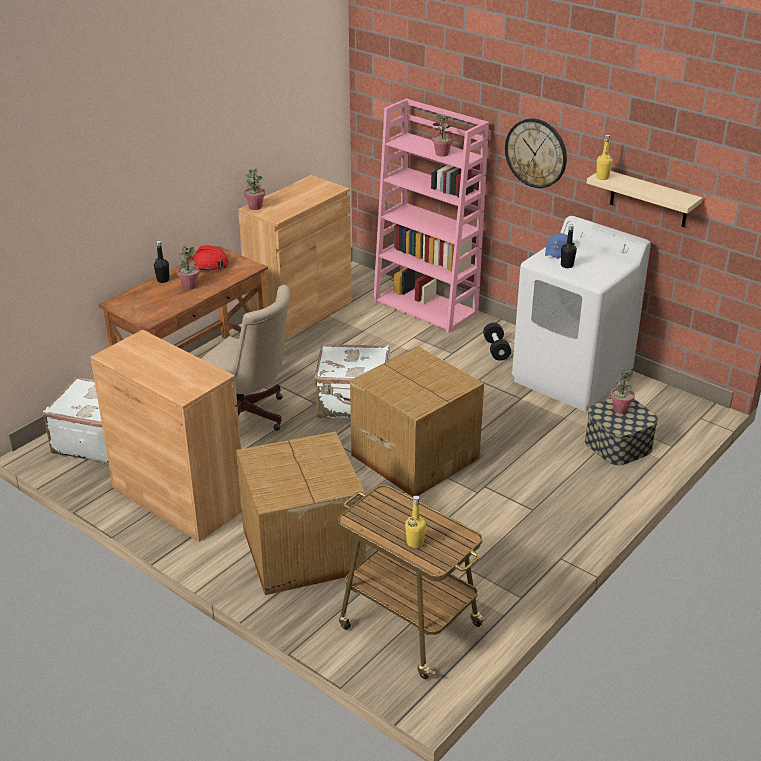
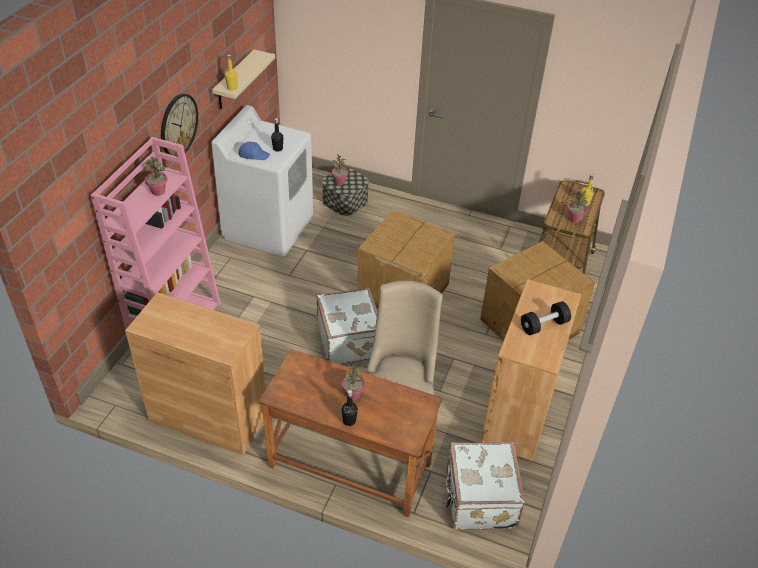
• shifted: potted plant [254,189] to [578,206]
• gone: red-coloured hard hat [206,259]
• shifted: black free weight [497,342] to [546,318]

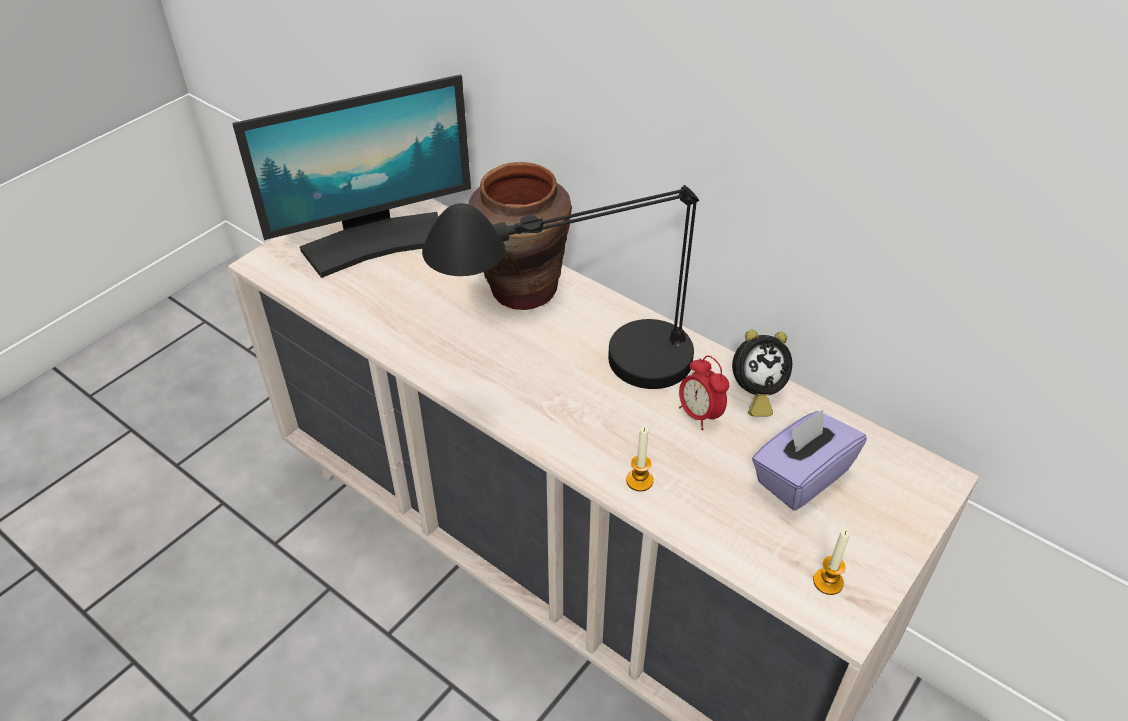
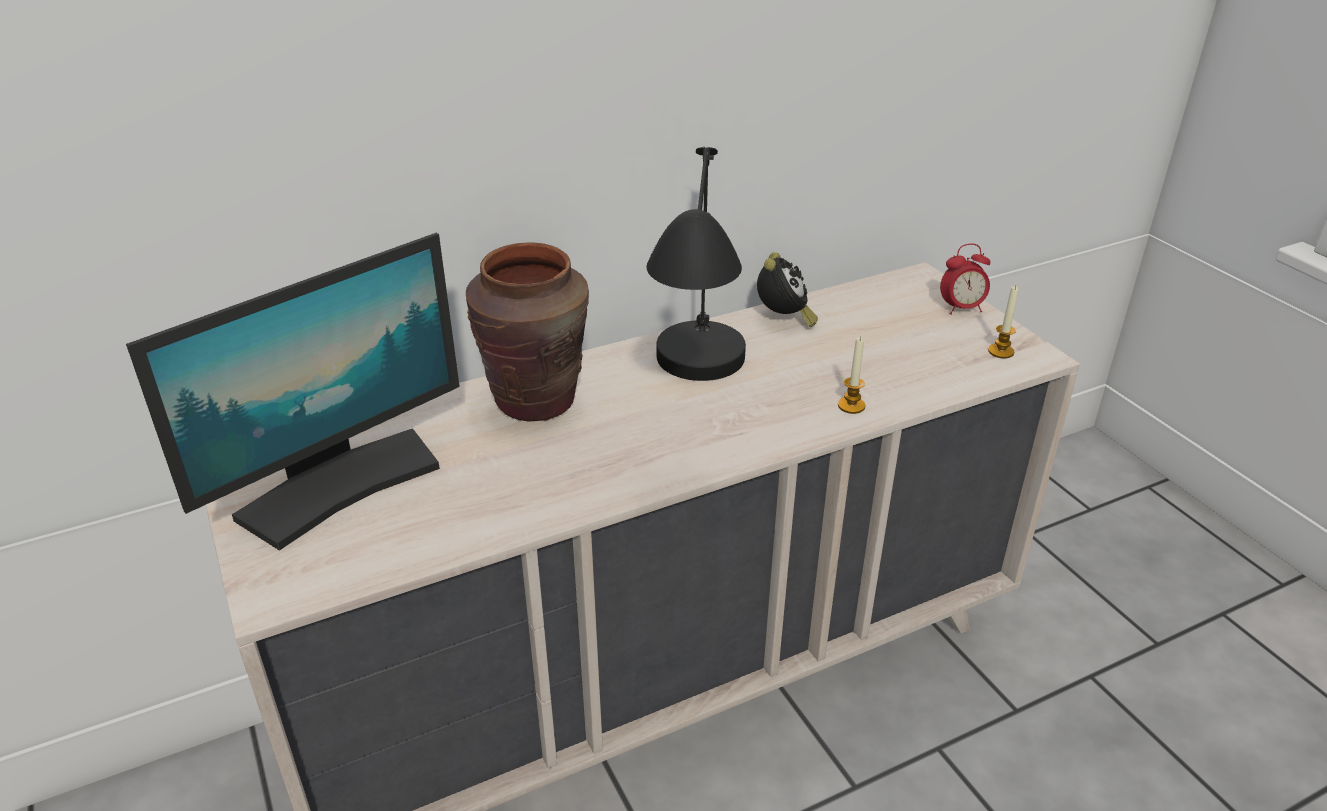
• rotated: monitor [351,176] = [293,392] 45 degrees clockwise
• shifted: bedside clock [704,393] to [965,279]
• gone: purple tissue holder [809,460]

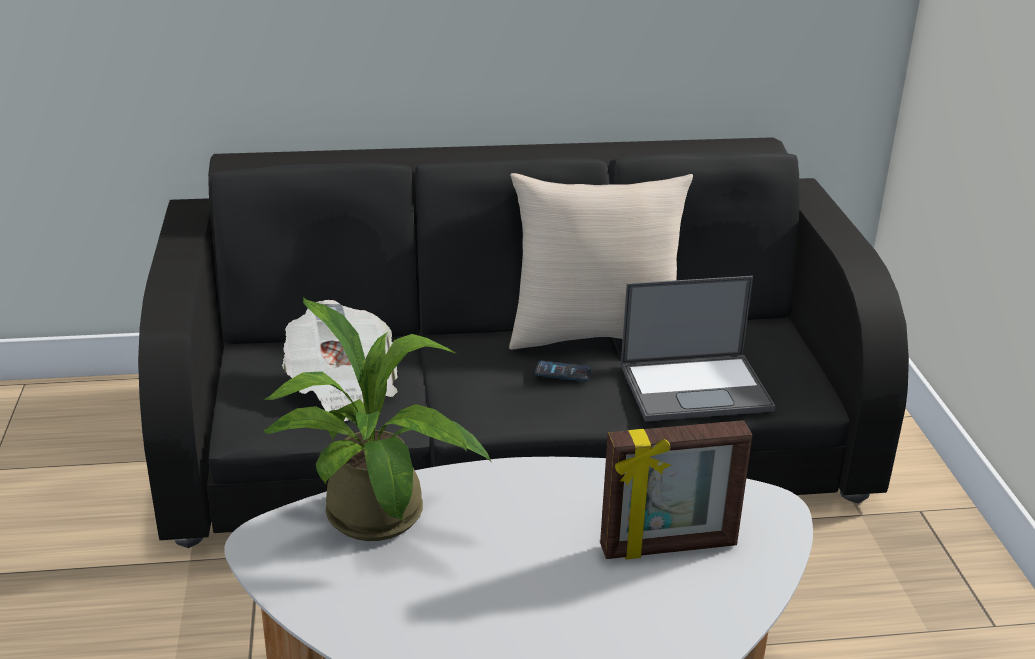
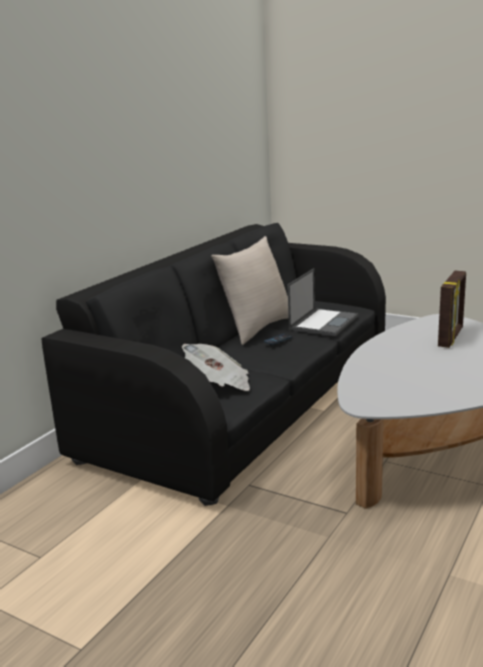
• gone: potted plant [377,419]

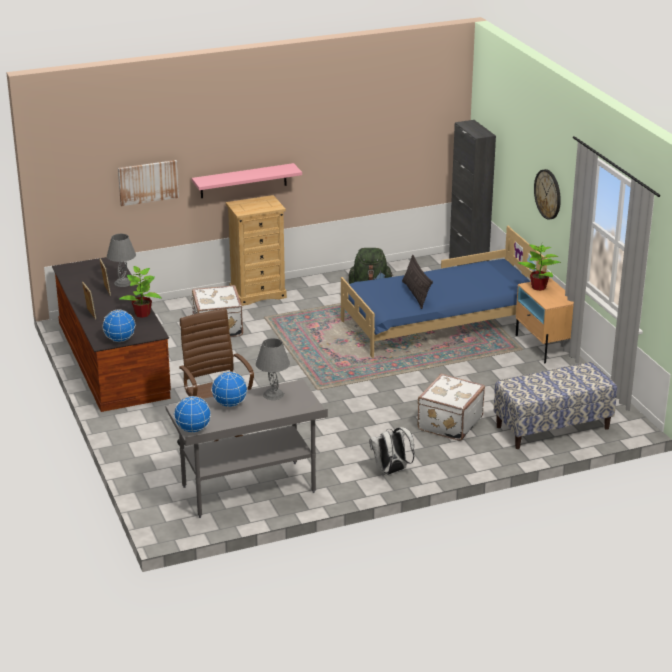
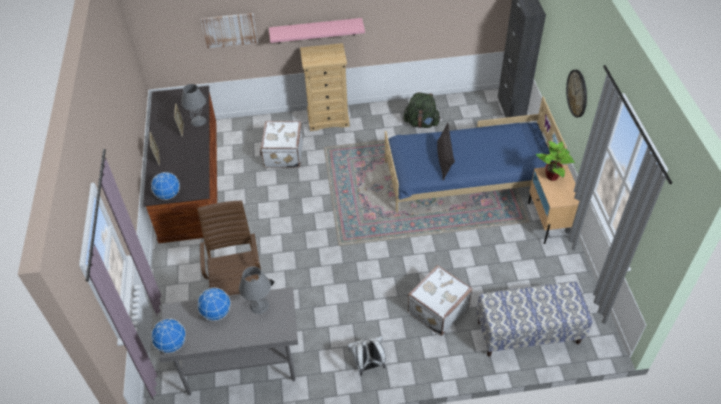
• gone: potted plant [140,292]

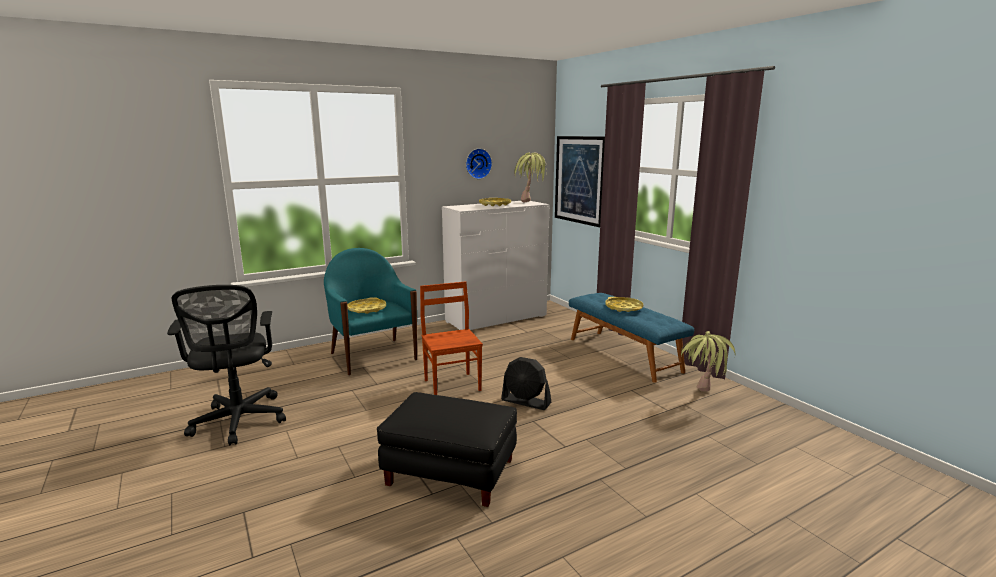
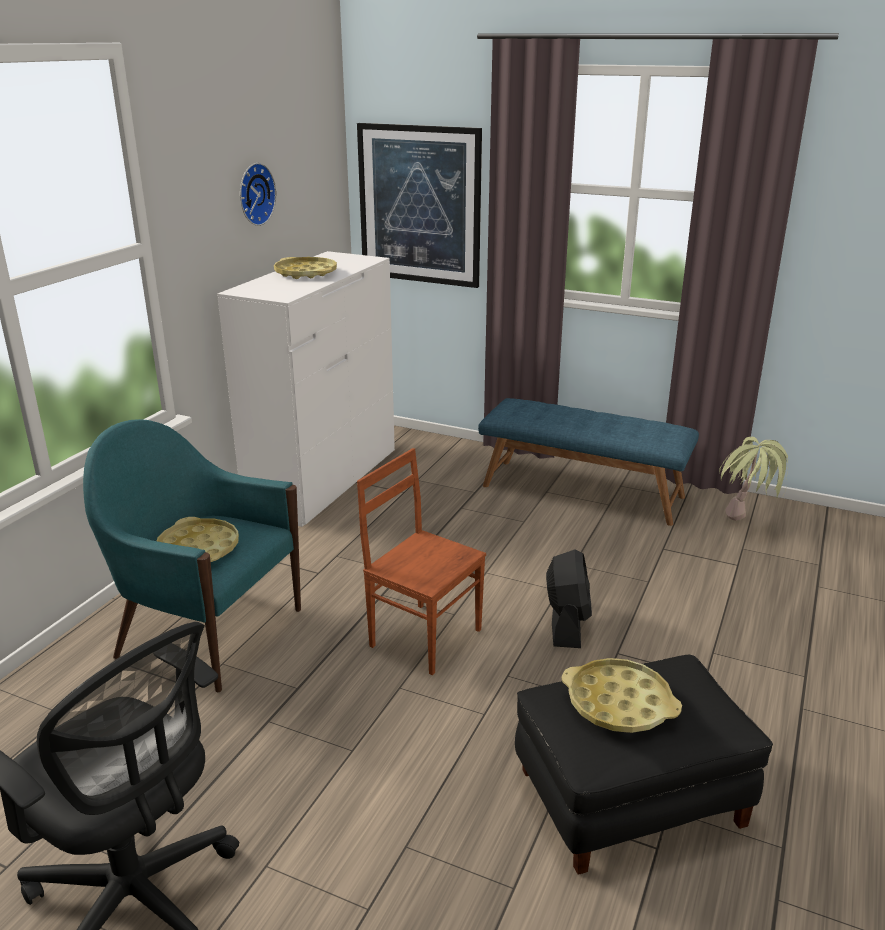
• gone: potted plant [530,178]
• shifted: yellow-coloured carrying tray [624,304] to [622,695]
• rotated: black electric fan [526,383] = [569,598] 75 degrees counterclockwise

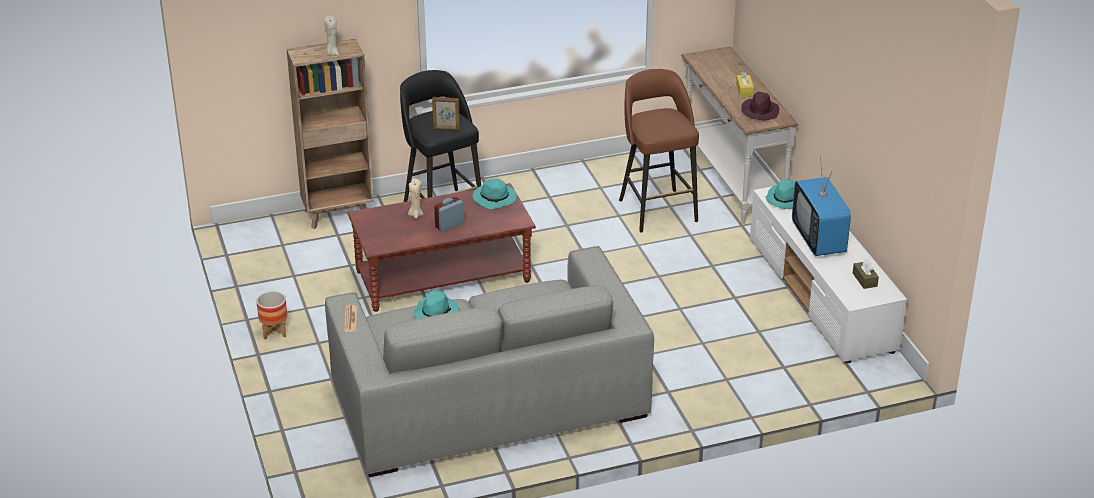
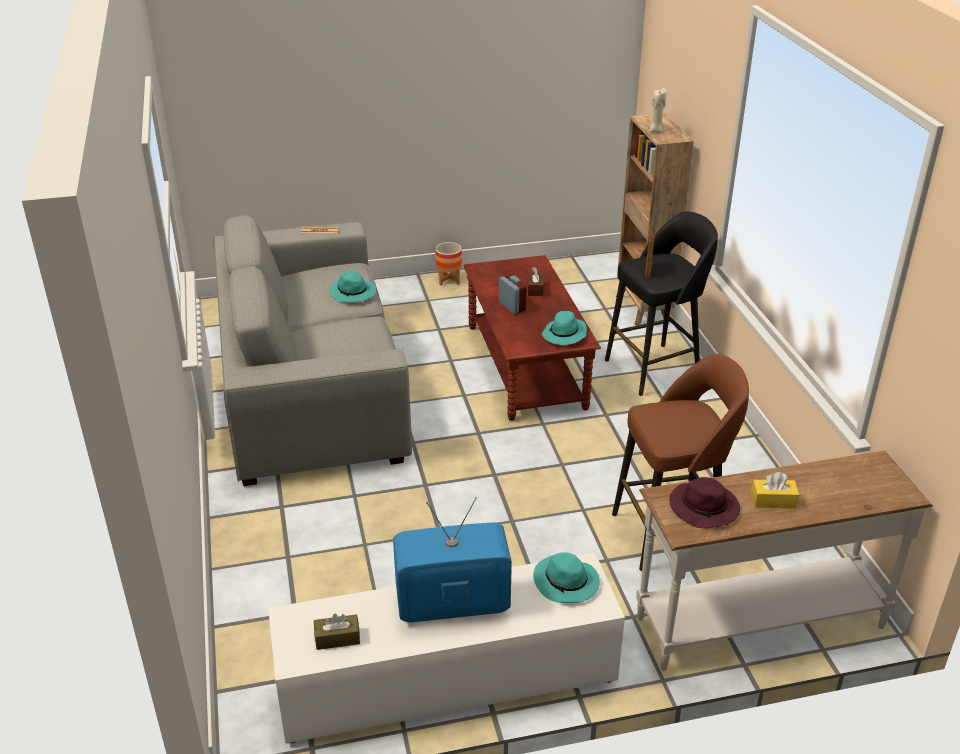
• swapped: beige-coloured wax light [416,199] to brownish tissue holder [536,281]

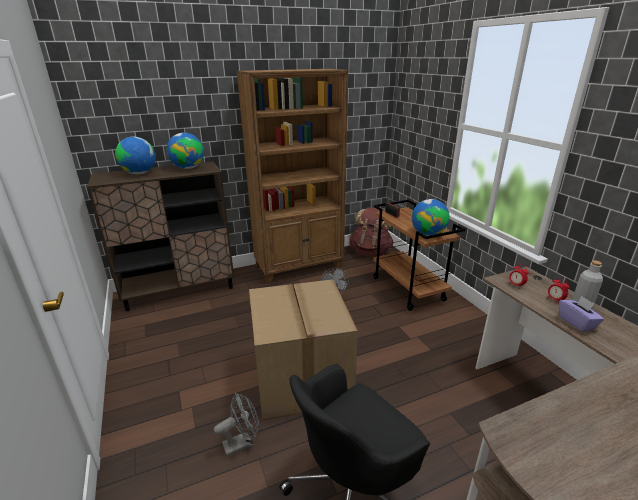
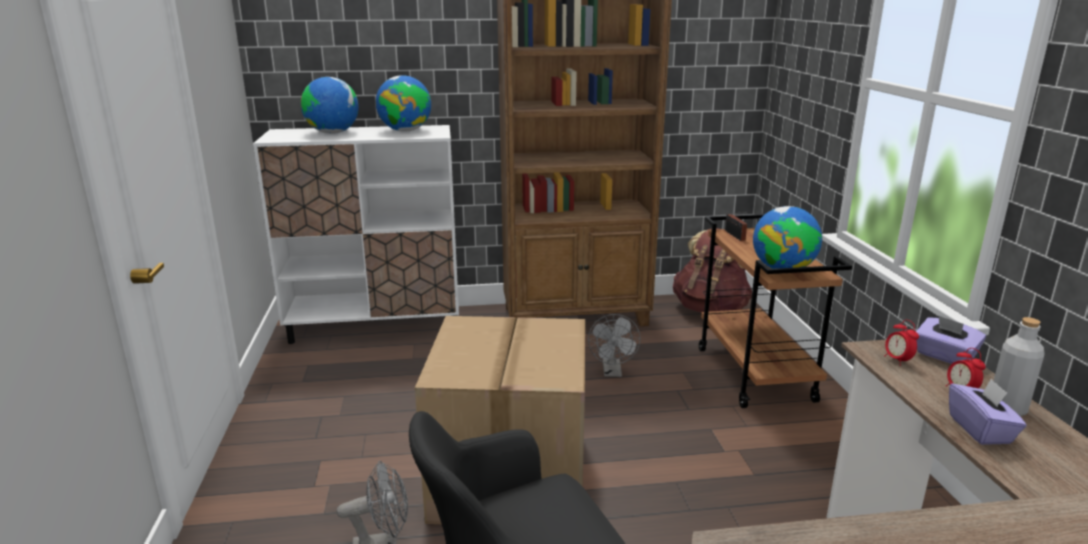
• repainted: brownish cabinet [160,236] to white-coloured cabinet [356,234]
• new: purple tissue holder [951,340]

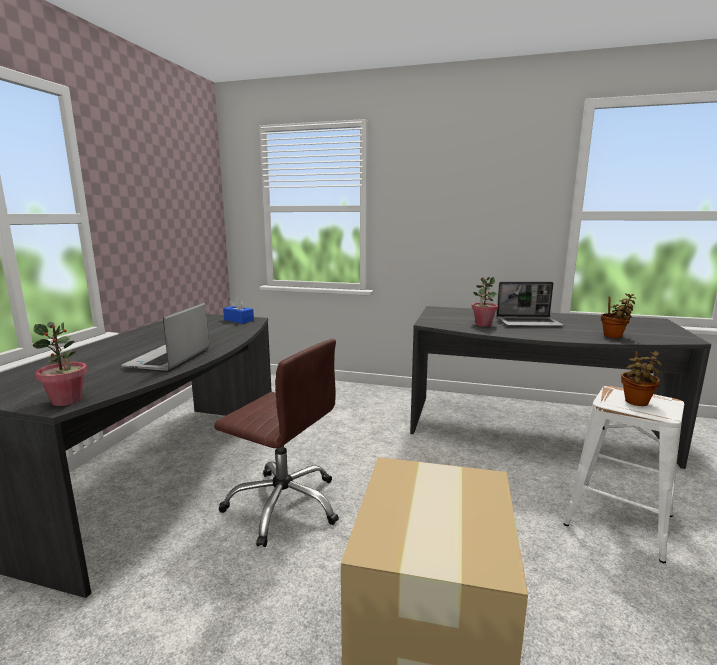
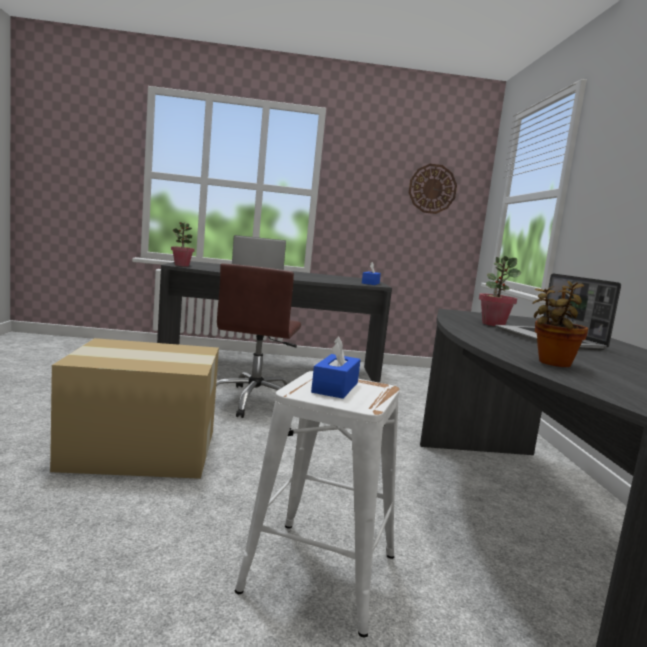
• swapped: potted plant [641,378] to blue-coloured tissue holder [336,367]
• new: hanging clock [433,189]

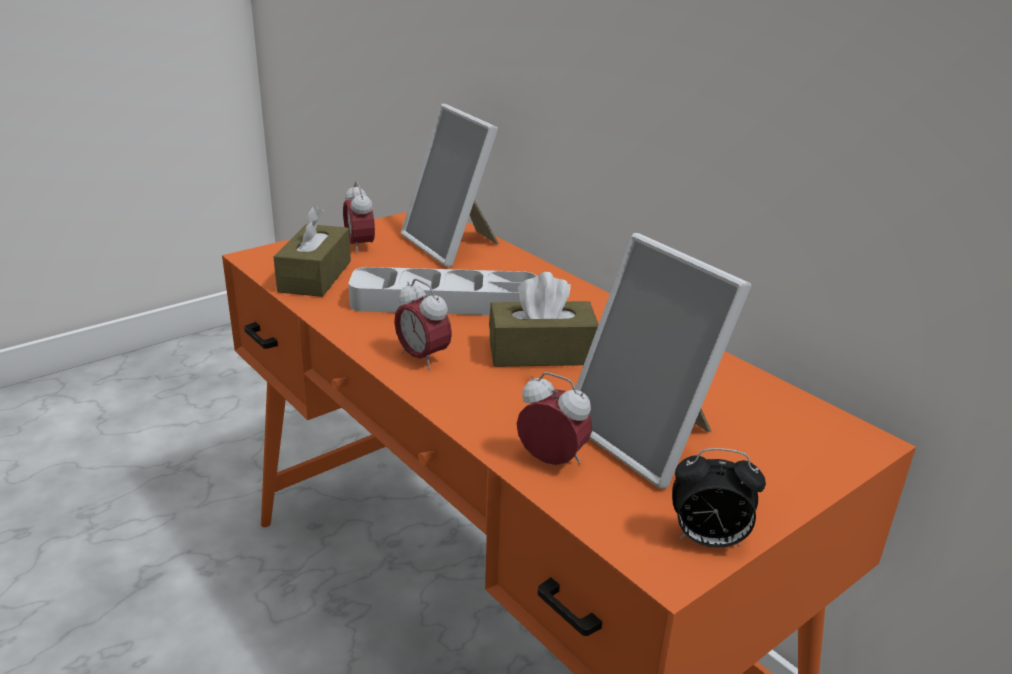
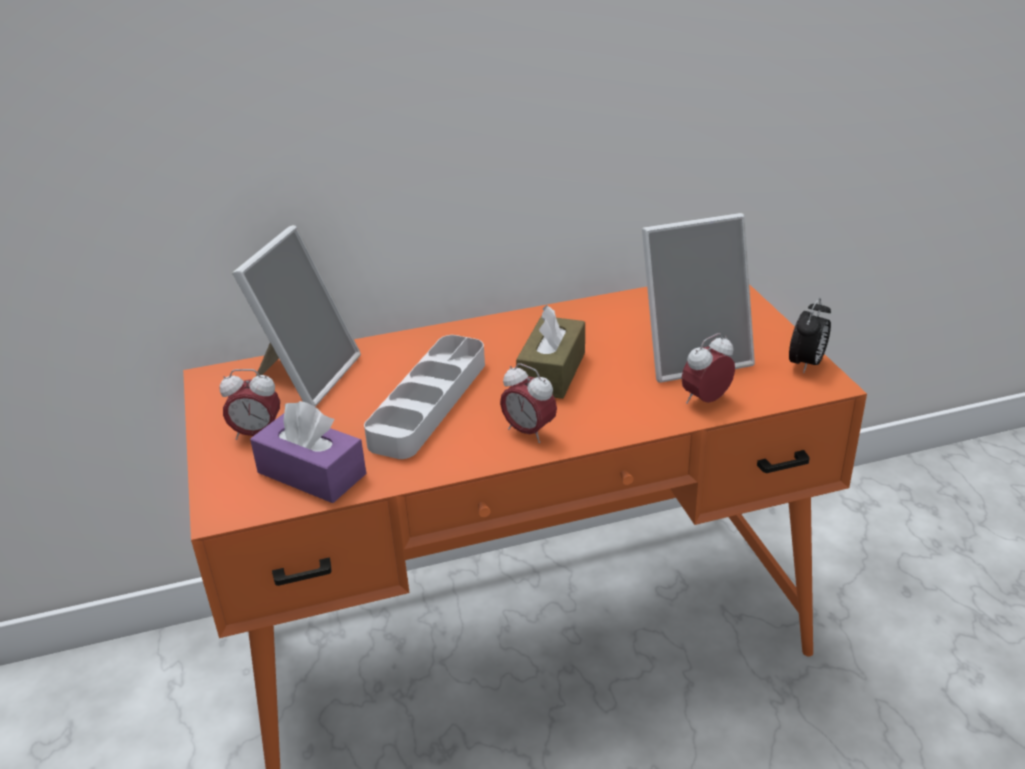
• rotated: standing frame [450,185] = [296,316] 60 degrees counterclockwise
• repainted: brownish tissue holder [312,251] to purple tissue holder [308,452]
• rotated: bedside clock [423,324] = [528,403] 60 degrees clockwise

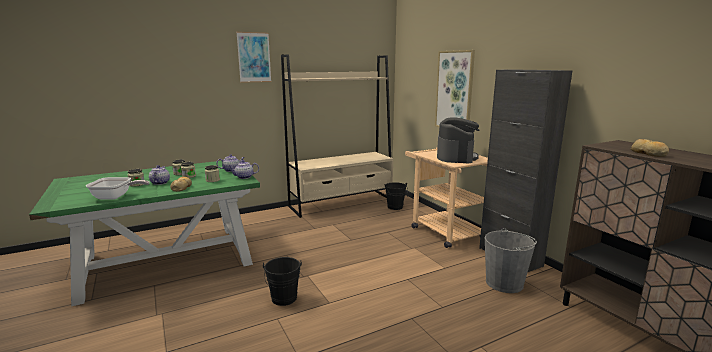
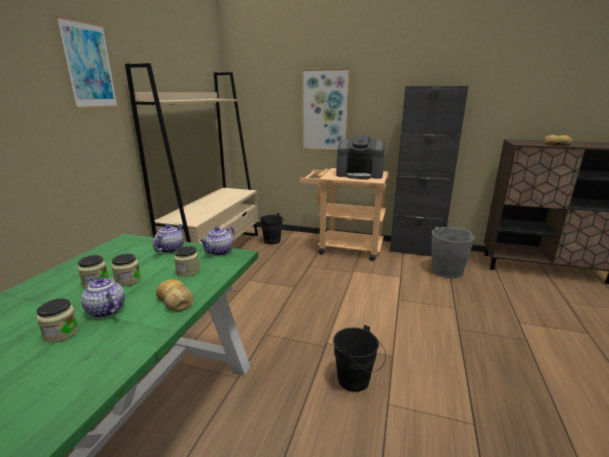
• rotated: coffee machine [458,140] = [360,157] 135 degrees clockwise
• gone: frying pan [118,188]

